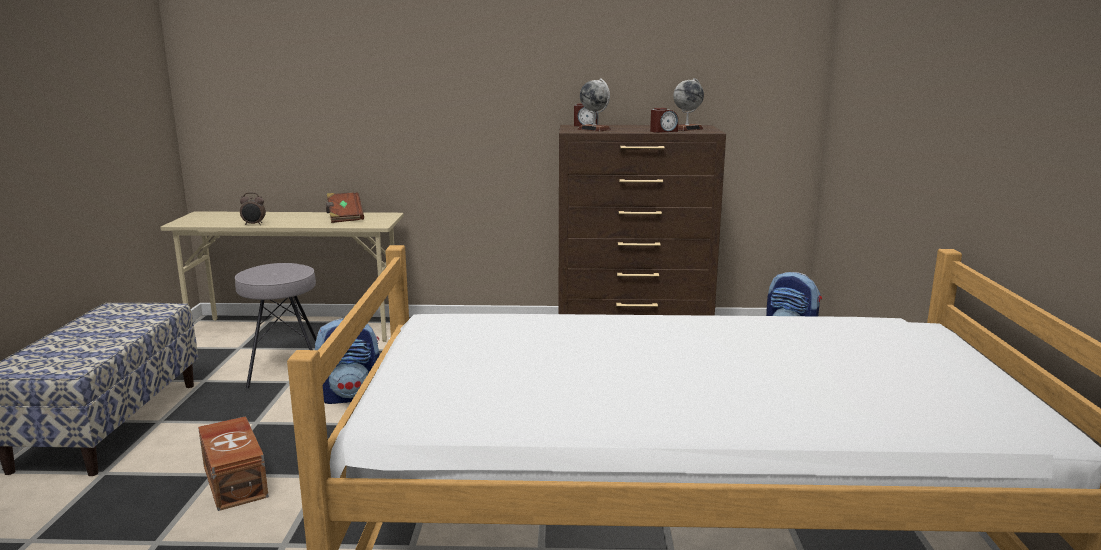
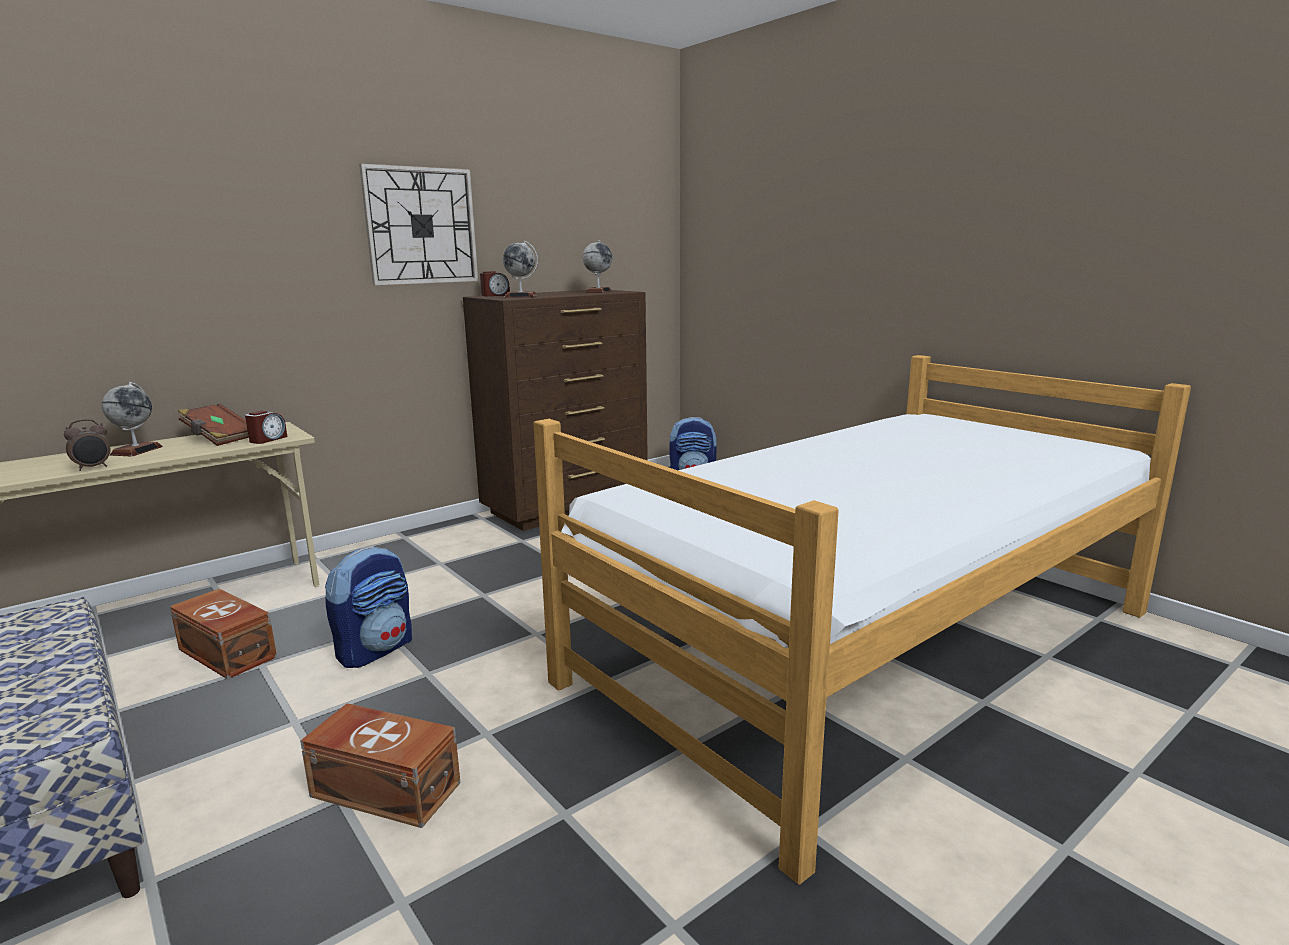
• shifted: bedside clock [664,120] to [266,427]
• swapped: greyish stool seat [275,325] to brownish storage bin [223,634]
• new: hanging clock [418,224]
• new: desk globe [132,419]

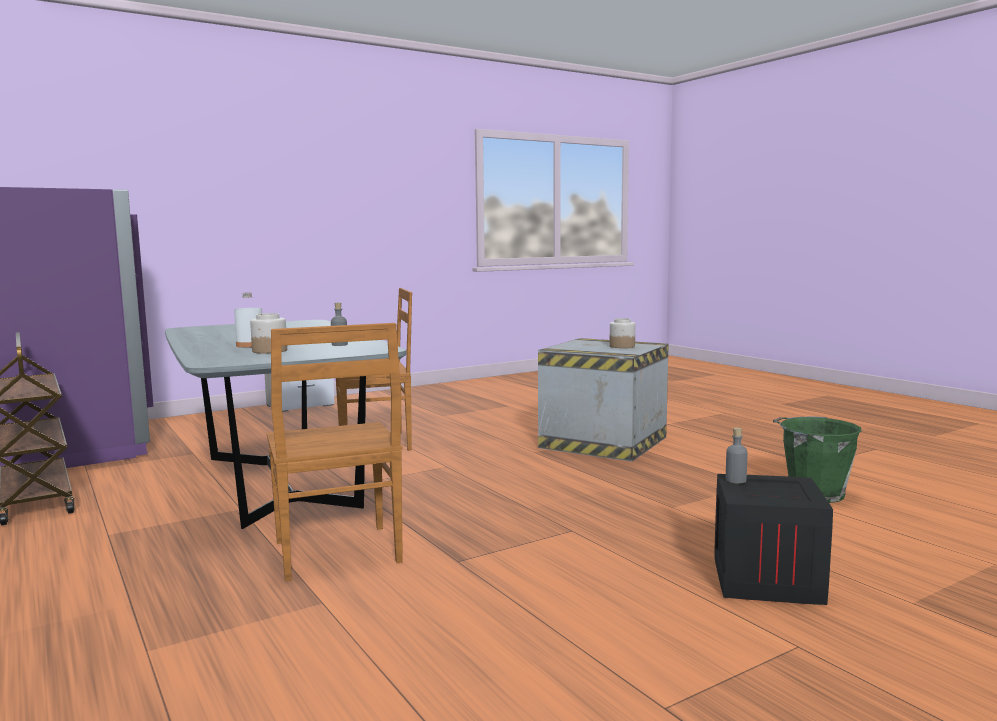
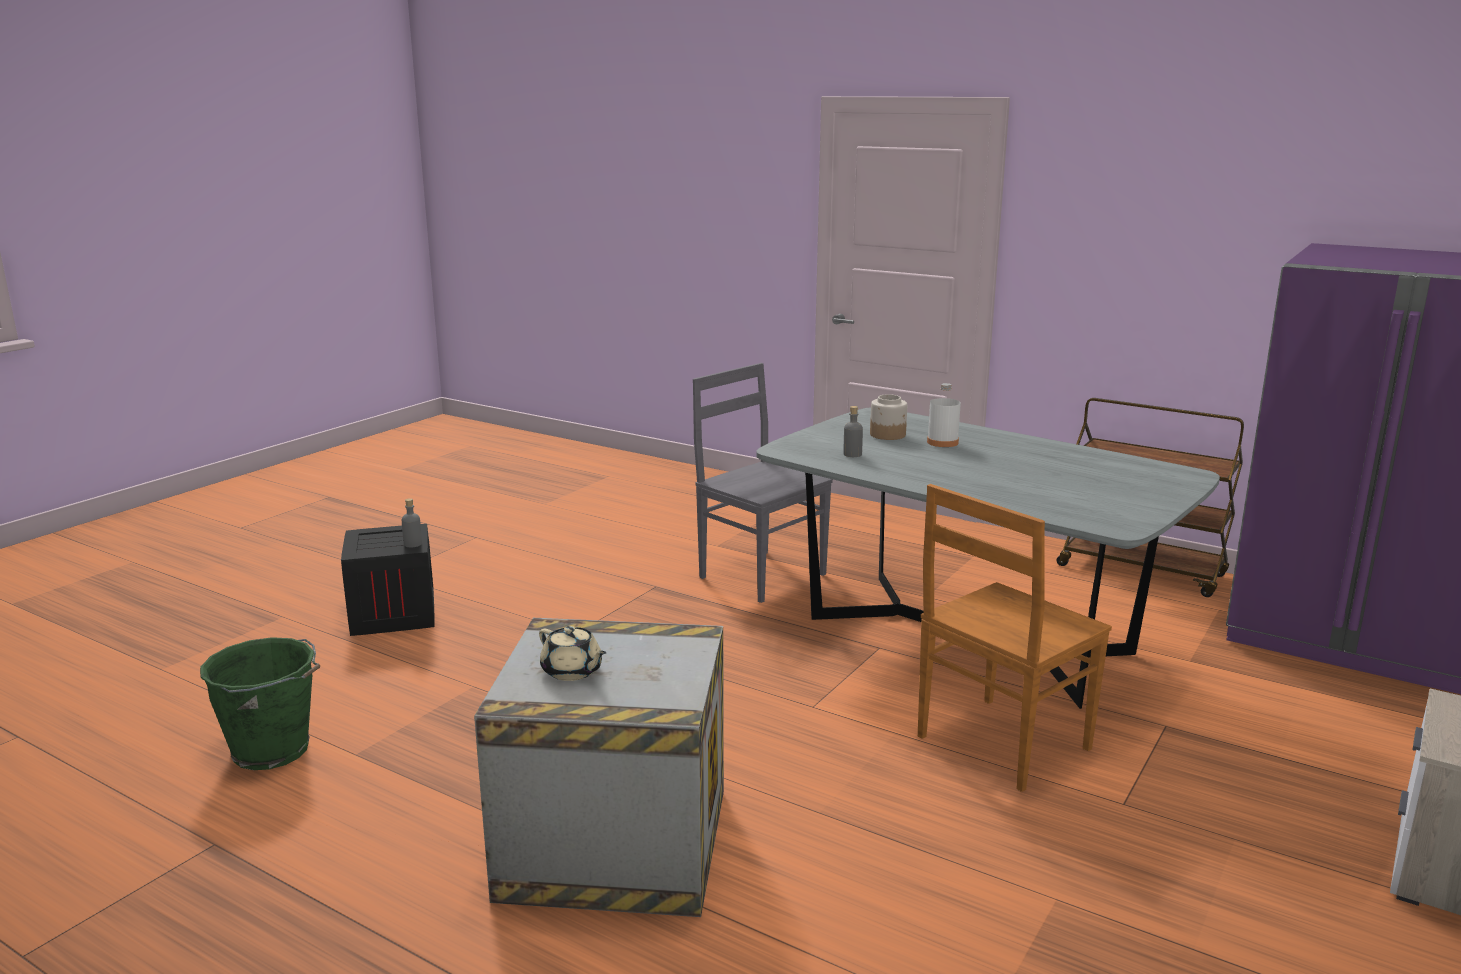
• swapped: jar [622,333] to beige-coloured pot for tea [572,653]
• repainted: brownish chair [335,452] to greyish chair [763,483]

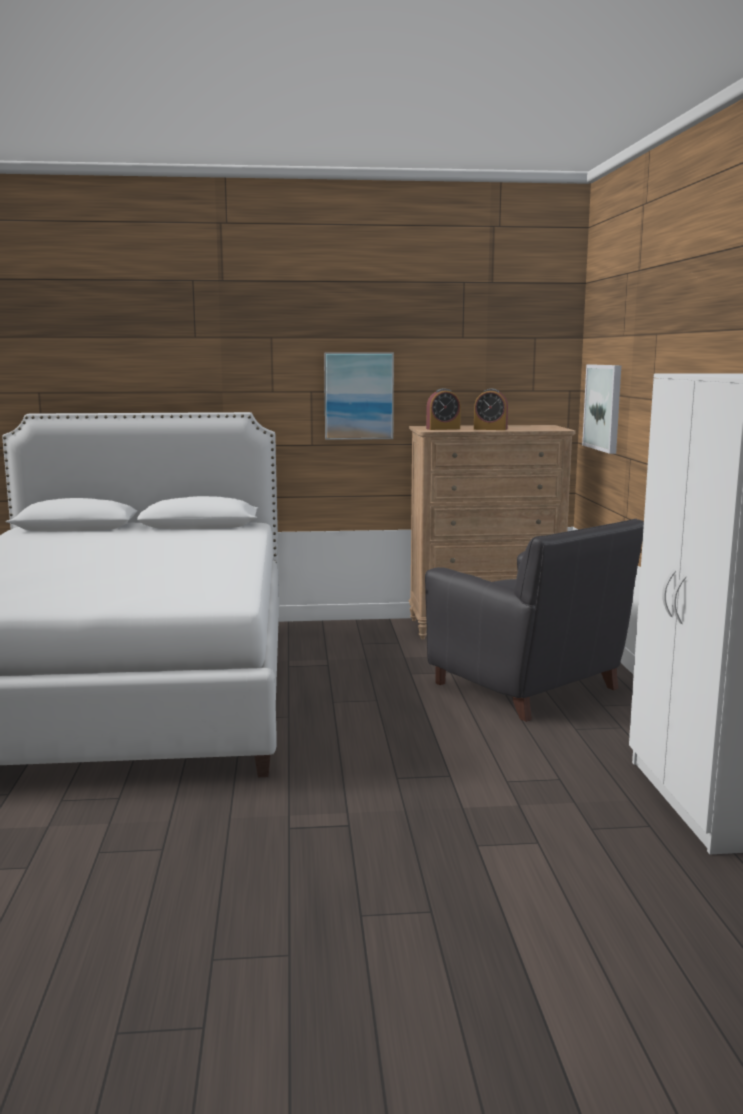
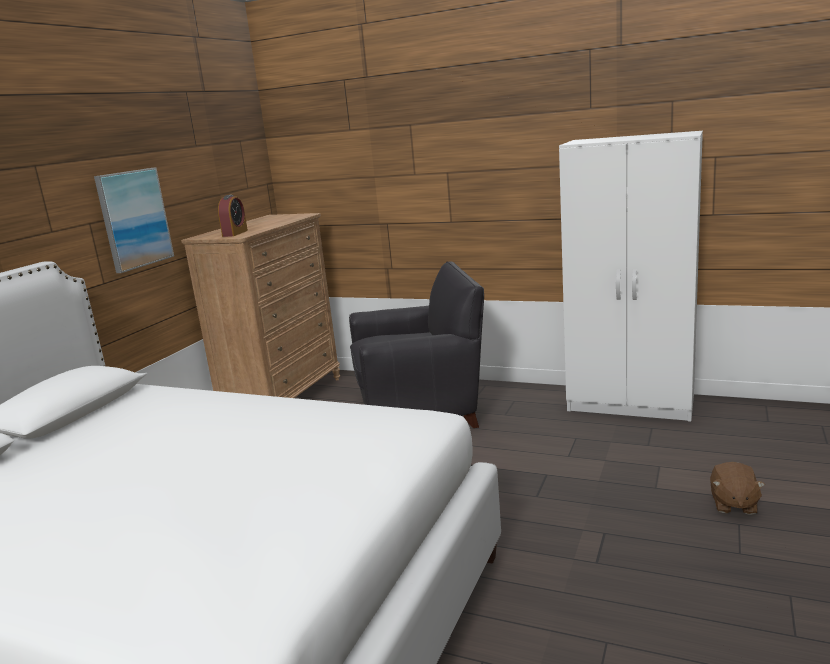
• gone: picture [601,409]
• gone: bedside clock [491,409]
• new: brownish cuddly toy [737,488]

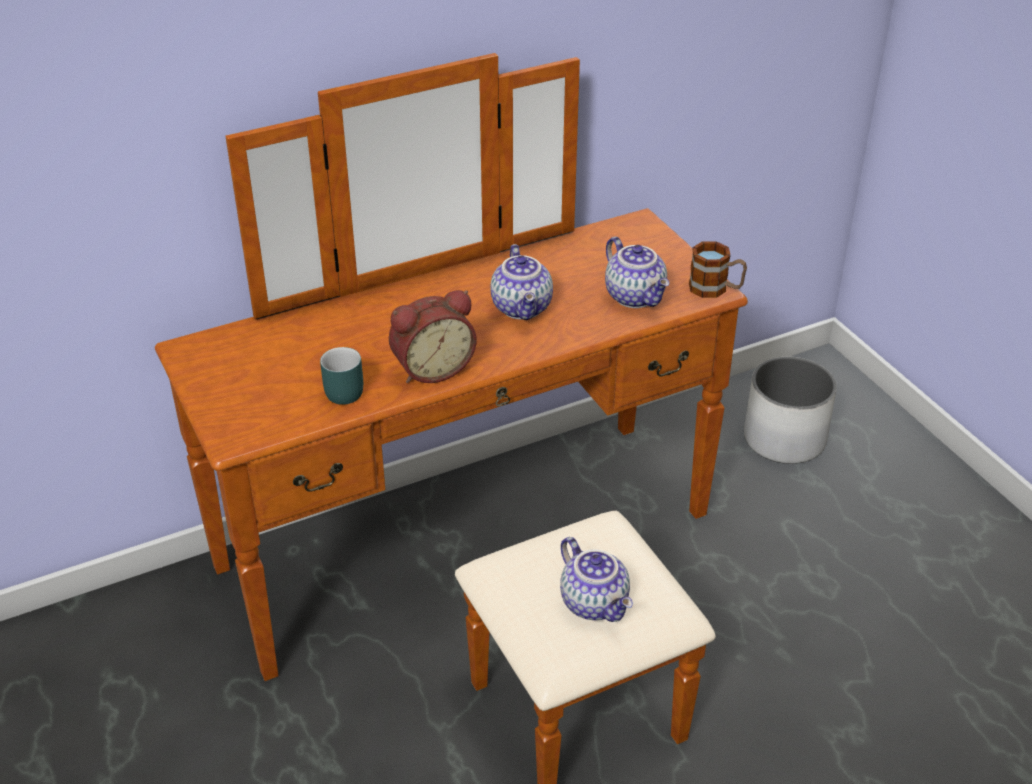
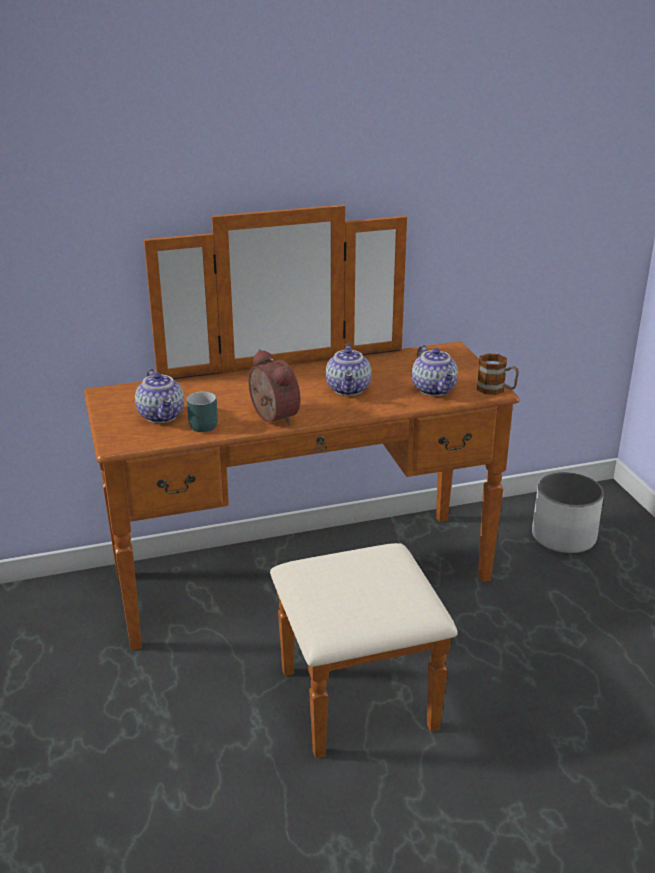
• rotated: bedside clock [433,336] = [274,387] 105 degrees counterclockwise
• shifted: pot for tea [596,579] to [159,396]

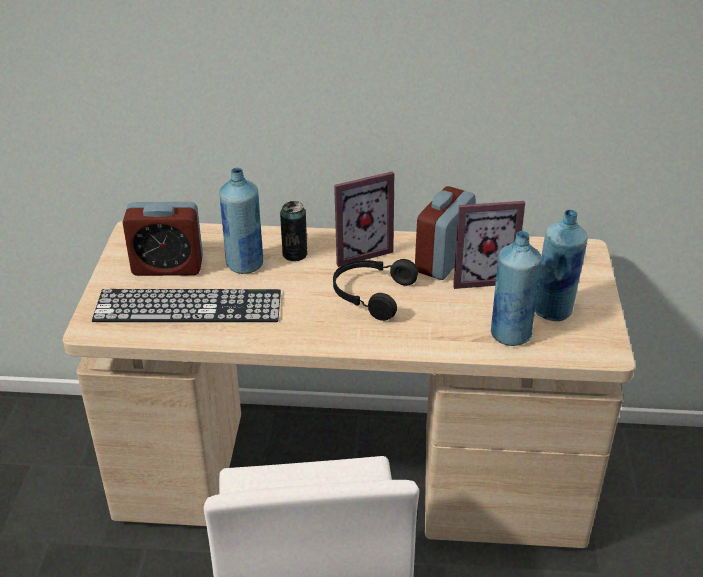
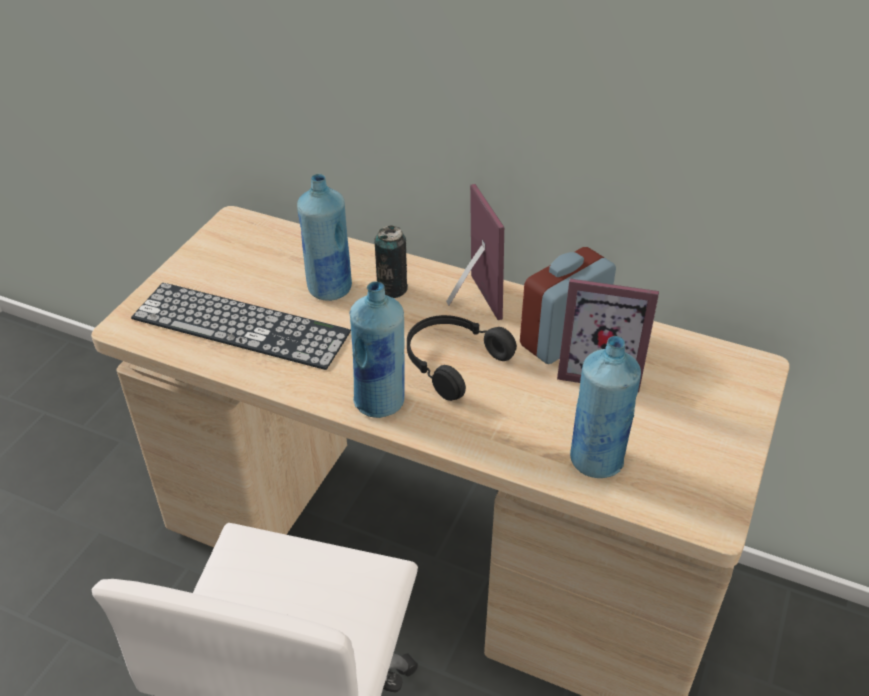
• rotated: standing frame [364,219] = [475,252] 105 degrees counterclockwise
• gone: bedside clock [162,239]
• shifted: blue-coloured bottle [561,265] to [377,349]

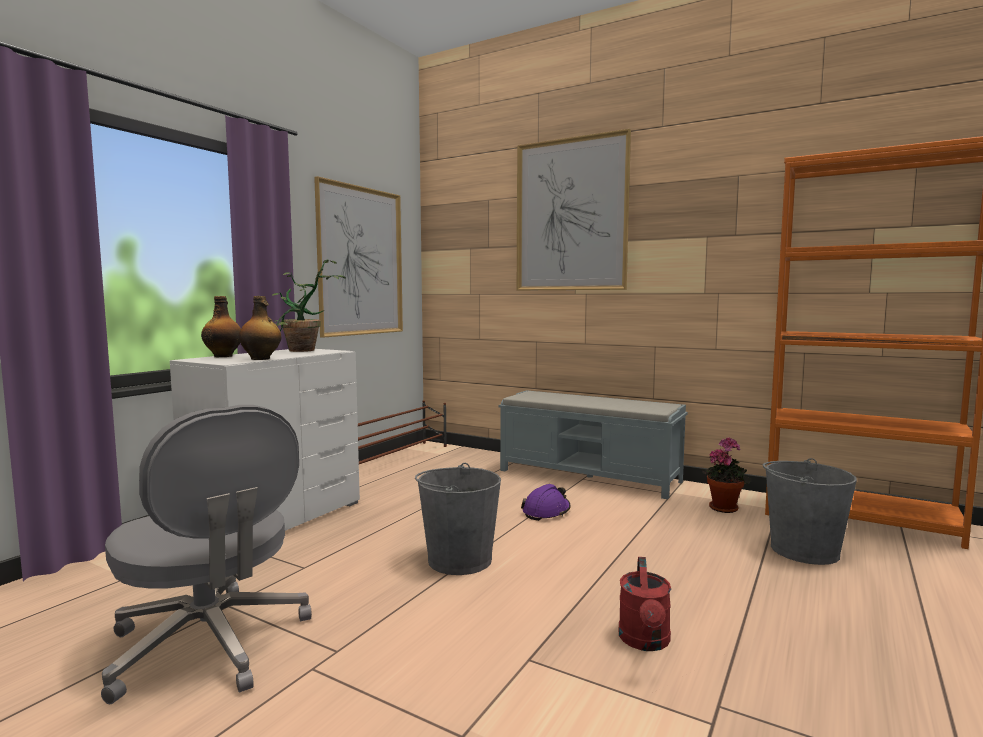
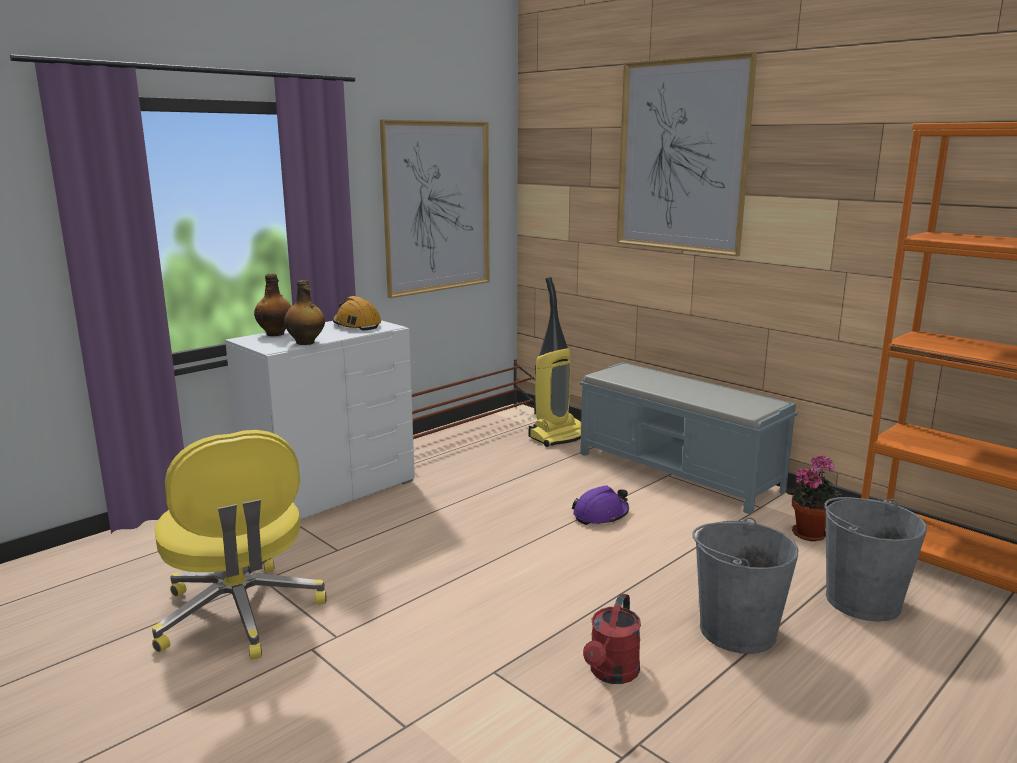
• swapped: potted plant [309,305] to orange-coloured hard hat [357,313]
• repainted: greyish office chair [206,554] to yellow-coloured office chair [239,545]
• shifted: greyish pail [458,519] to [745,585]
• new: hoover [555,362]

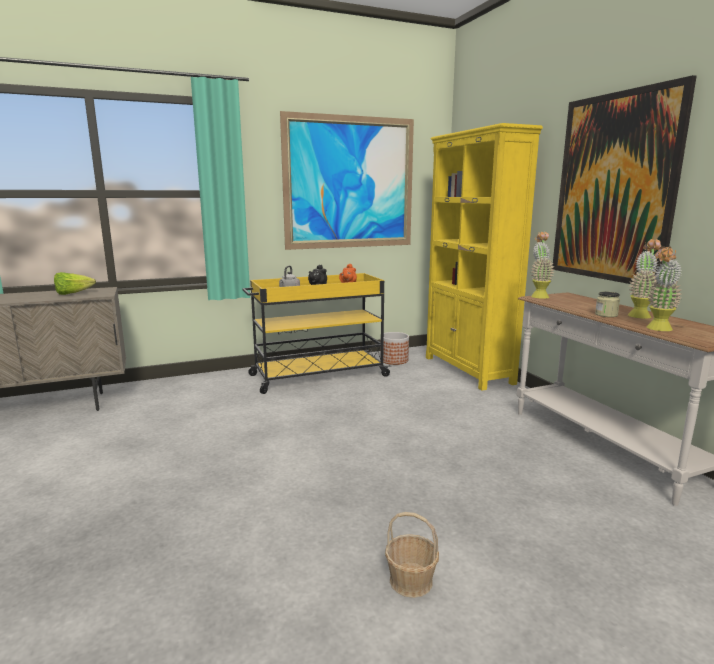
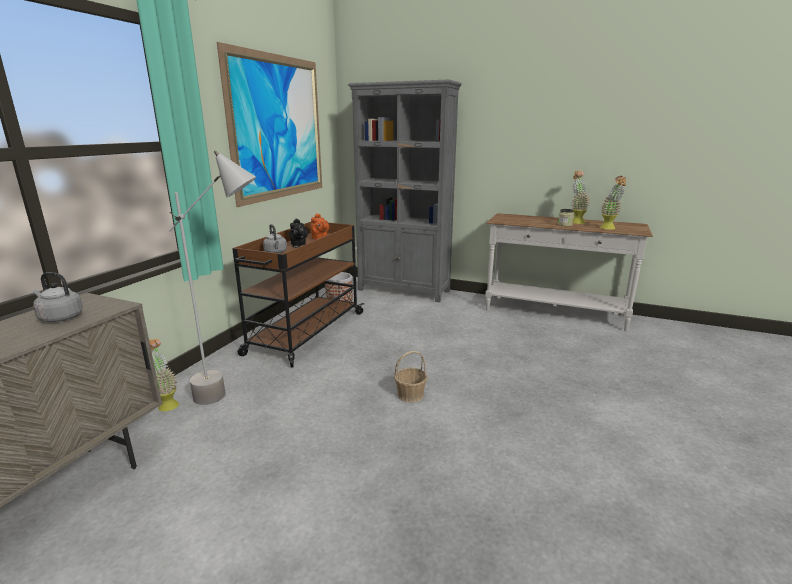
• gone: picture [624,179]
• repainted: yellow-coloured bookshelf [484,257] to greyish bookshelf [405,190]
• shifted: potted plant [542,265] to [164,375]
• swapped: head of lettuce [75,283] to greyish water kettle [58,297]
• repainted: yellow-coloured cart [317,333] to brownish cart [298,294]
• shifted: household basket [412,555] to [411,377]
• new: greyish floor lamp [212,277]

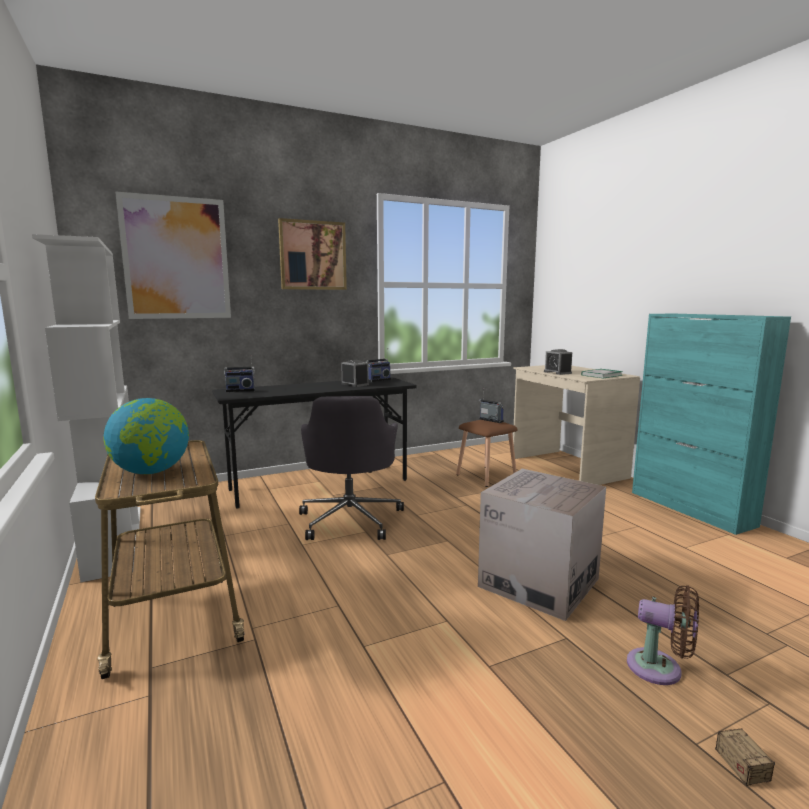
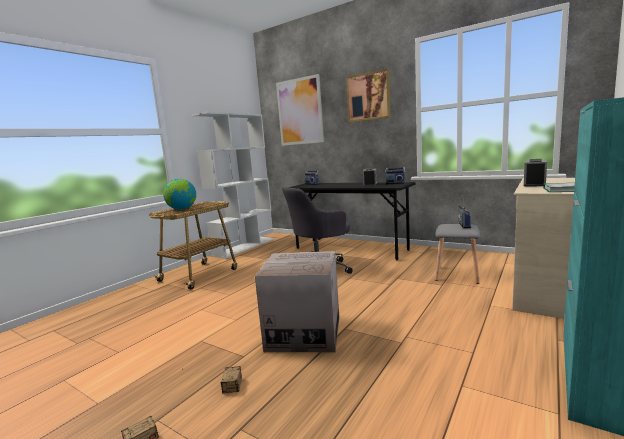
• repainted: brownish stool seat [487,453] to greyish stool seat [457,254]
• swapped: brownish electric fan [663,635] to storage bin [231,380]

